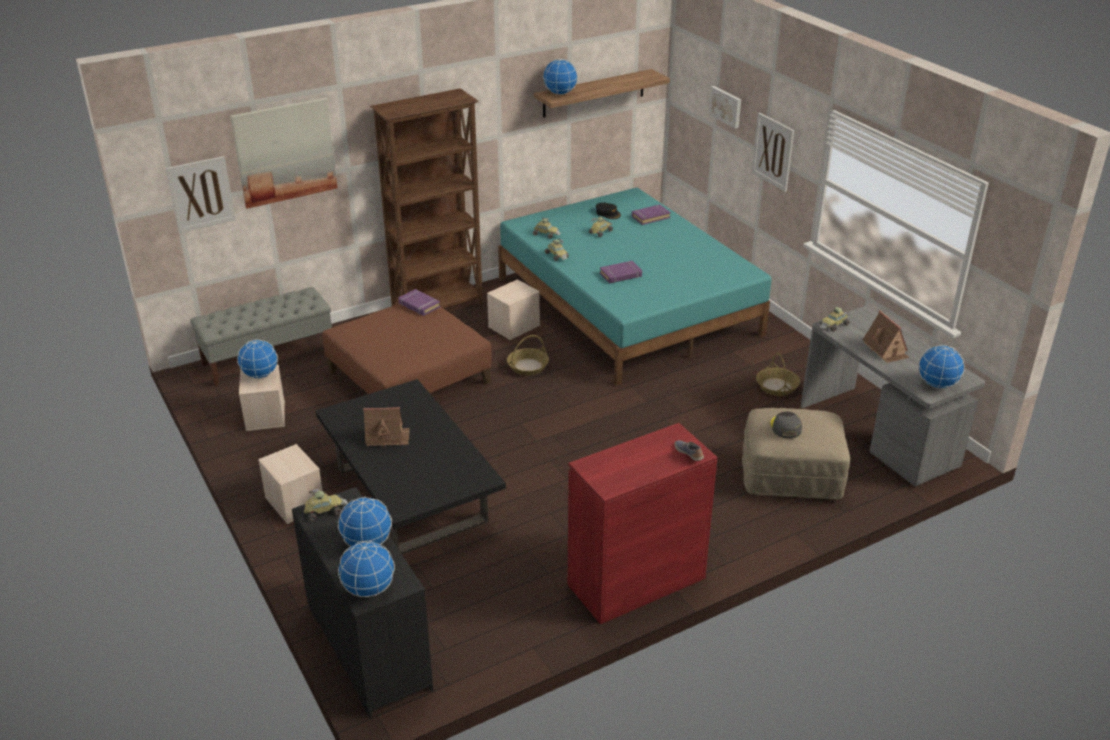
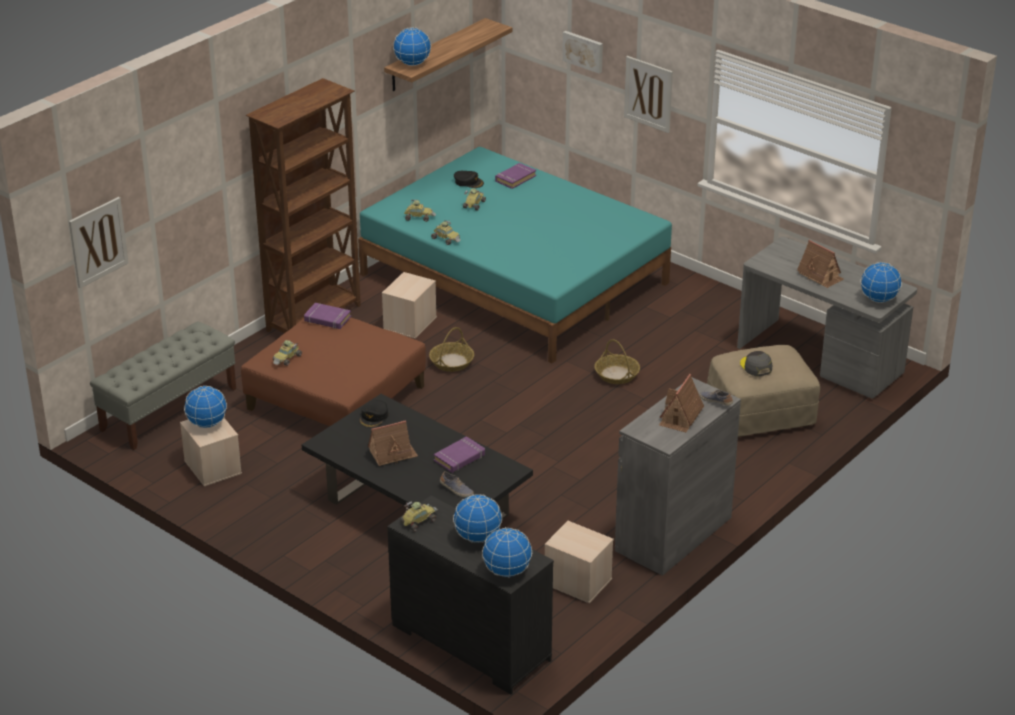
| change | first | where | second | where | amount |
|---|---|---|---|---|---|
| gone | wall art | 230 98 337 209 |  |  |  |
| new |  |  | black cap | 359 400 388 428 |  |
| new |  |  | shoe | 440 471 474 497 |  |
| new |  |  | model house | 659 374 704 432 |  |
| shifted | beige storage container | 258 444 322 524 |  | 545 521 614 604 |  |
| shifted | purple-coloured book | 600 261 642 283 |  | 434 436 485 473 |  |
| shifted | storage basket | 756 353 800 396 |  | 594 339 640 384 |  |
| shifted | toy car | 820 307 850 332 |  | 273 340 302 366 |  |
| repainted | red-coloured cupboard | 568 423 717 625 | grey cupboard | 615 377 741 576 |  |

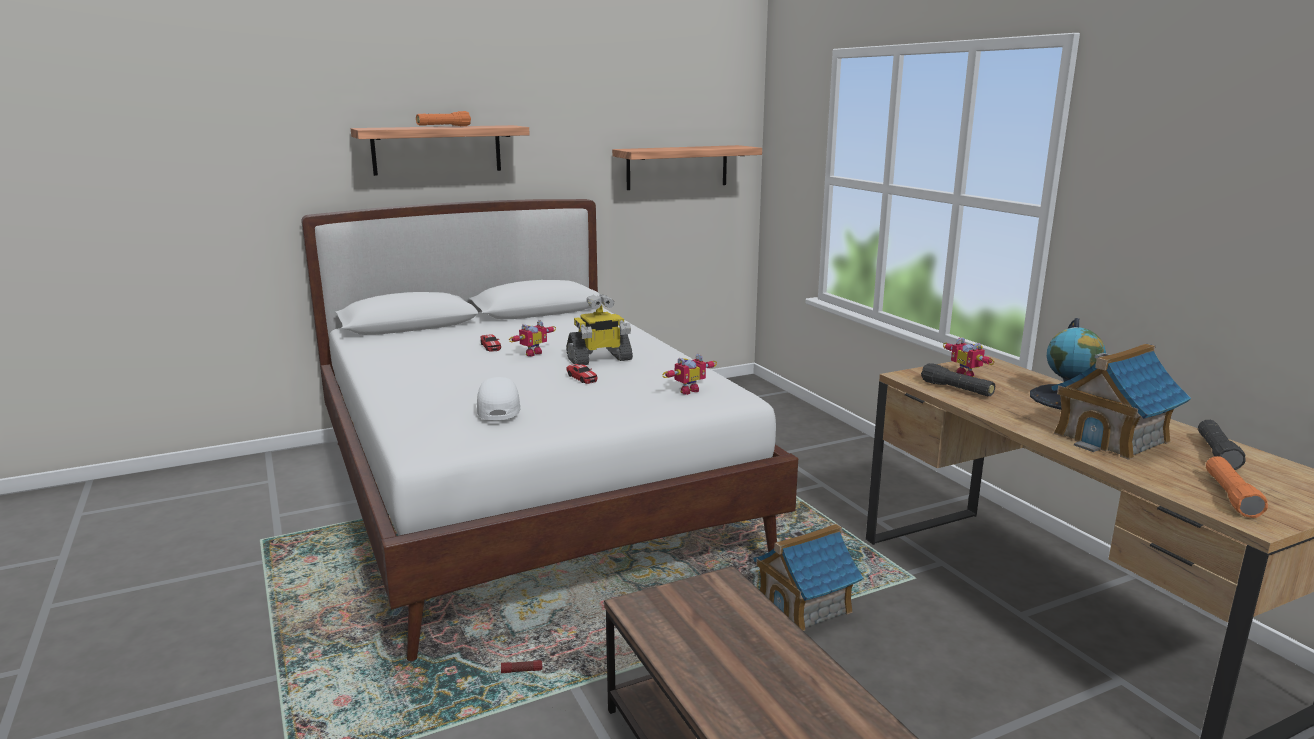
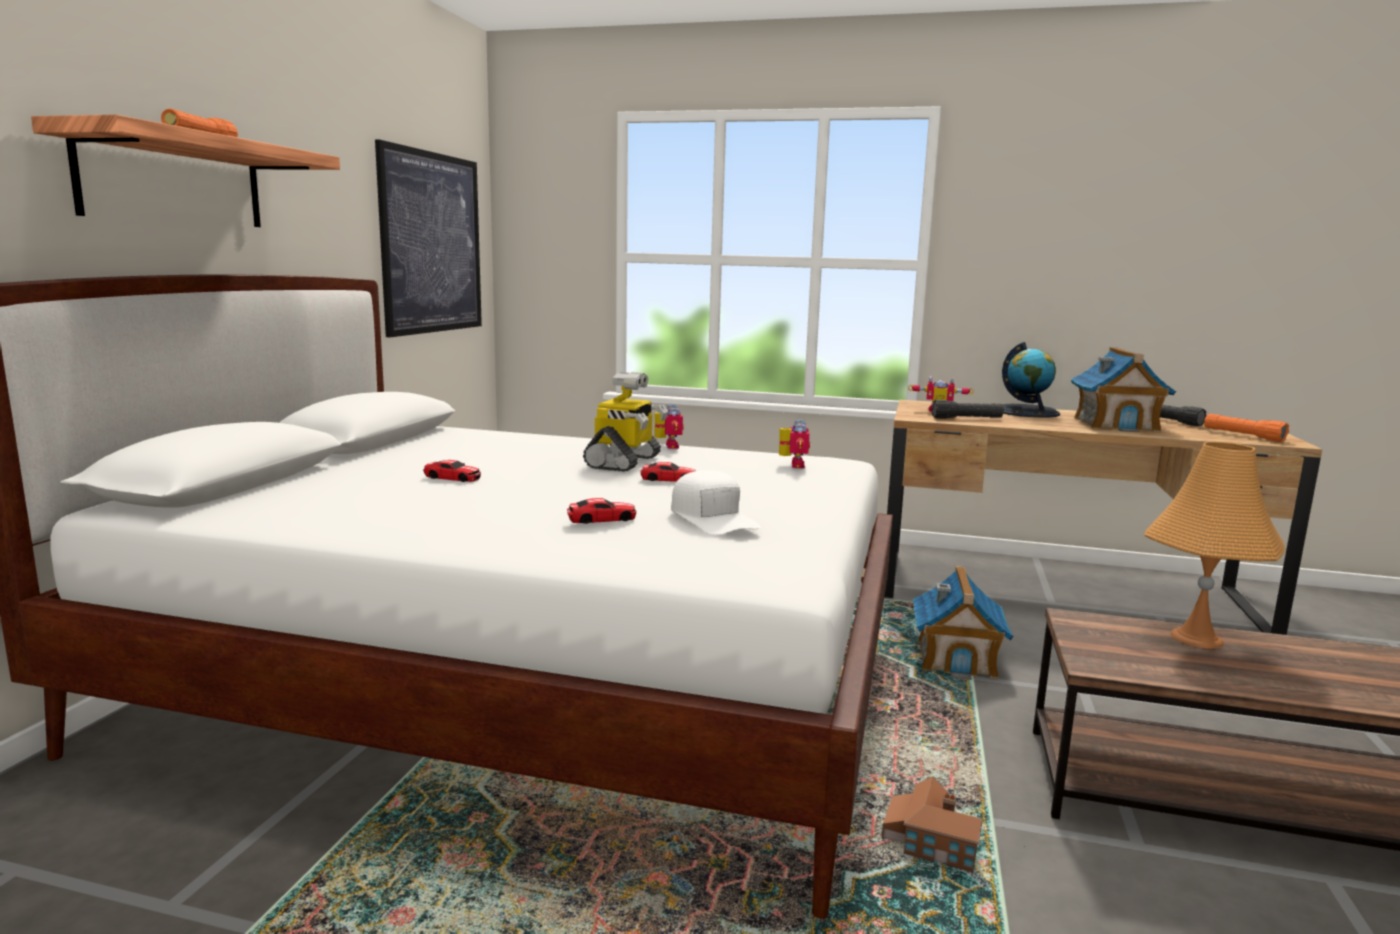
| change | first | where | second | where | amount |
|---|---|---|---|---|---|
| new |  |  | toy car | 567 498 636 524 |  |
| new |  |  | orange table lamp | 1144 442 1285 649 |  |
| shifted | robot figure | 509 320 556 357 |  | 654 404 684 449 |  |
| swapped | hand torch | 501 660 543 673 | model house | 882 776 982 872 |  |
| swapped | shelf | 612 145 762 190 | wall art | 375 139 482 337 |  |
| rotated | white cap | 477 377 521 420 |  | 671 470 761 535 | 150 degrees counterclockwise |

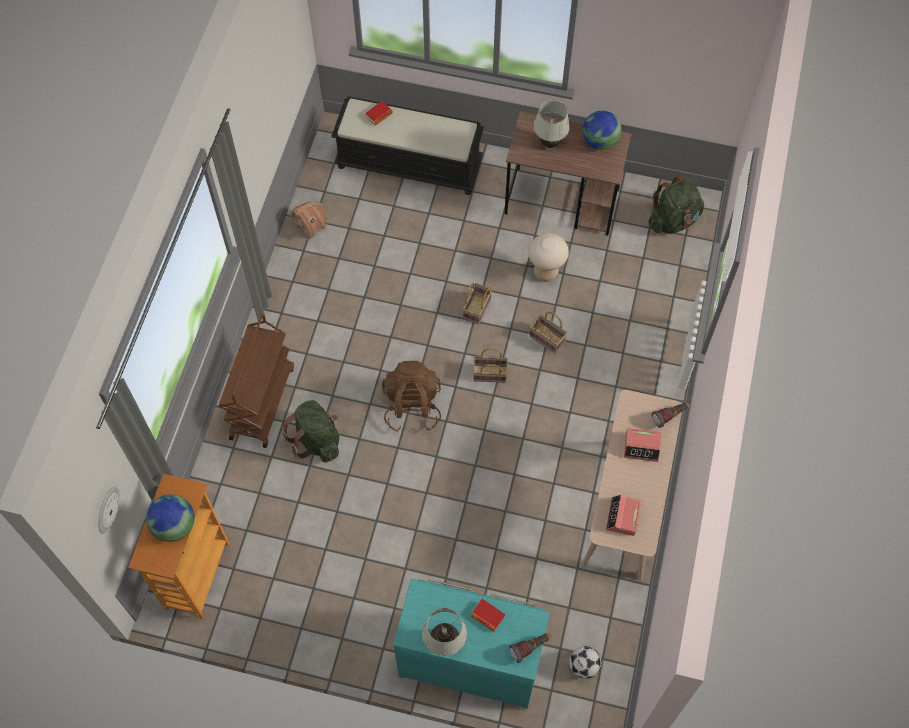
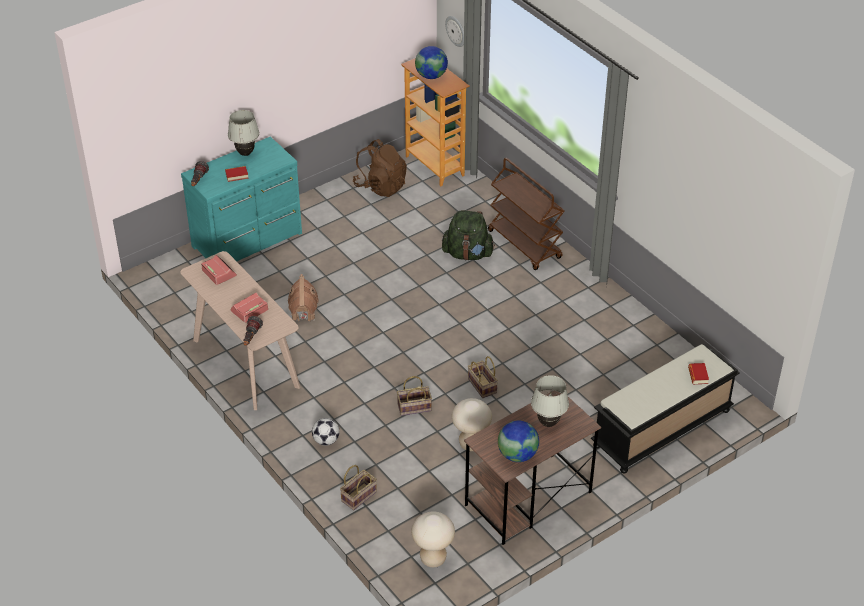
| change | first | where | second | where | amount |
|---|---|---|---|---|---|
| shifted | model house | 290 202 327 241 |  | 288 274 319 321 |  |
| shifted | brown backpack | 382 361 441 432 |  | 353 139 407 197 |  |
| shifted | storage basket | 473 348 508 383 |  | 340 465 377 510 |  |
| shifted | football ball | 569 646 601 679 |  | 312 418 340 446 |  |
| swapped | greenish backpack | 649 175 704 234 | beige sitting stool | 412 511 455 567 |  |

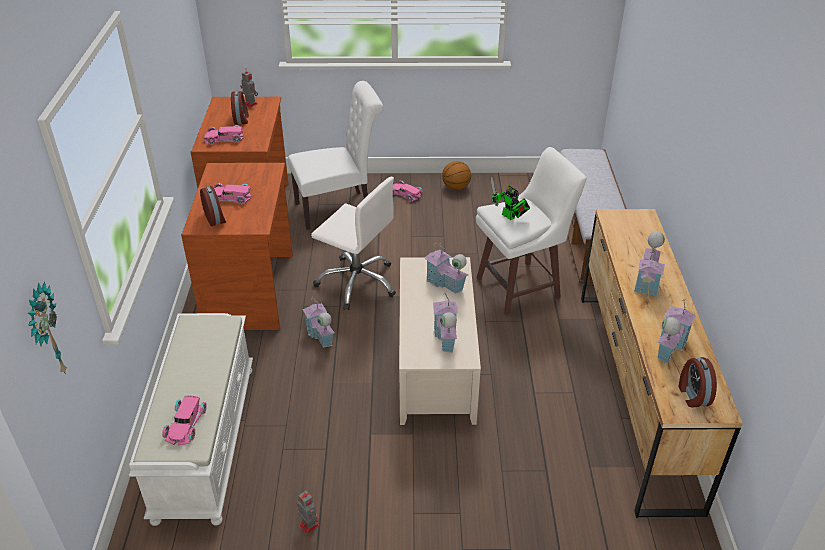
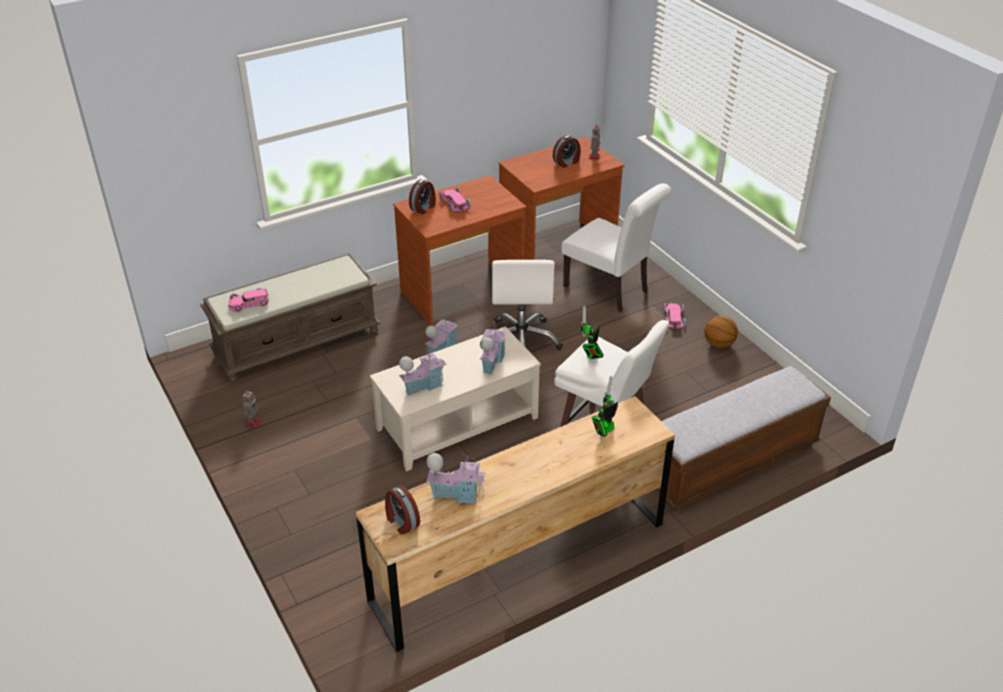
| change | first | where | second | where | amount |
|---|---|---|---|---|---|
| gone | hanging clock | 28 282 67 375 |  |  |  |
| gone | pinkish toy car | 204 125 244 145 |  |  |  |
| gone | model house | 634 231 665 299 |  |  |  |
| new |  |  | robot figure | 592 375 618 437 |  |
| repainted | white long seat | 129 313 253 526 | brown long seat | 200 253 381 382 |  |
| rotated | bedside clock | 679 357 717 407 |  | 385 485 420 535 | 90 degrees counterclockwise |

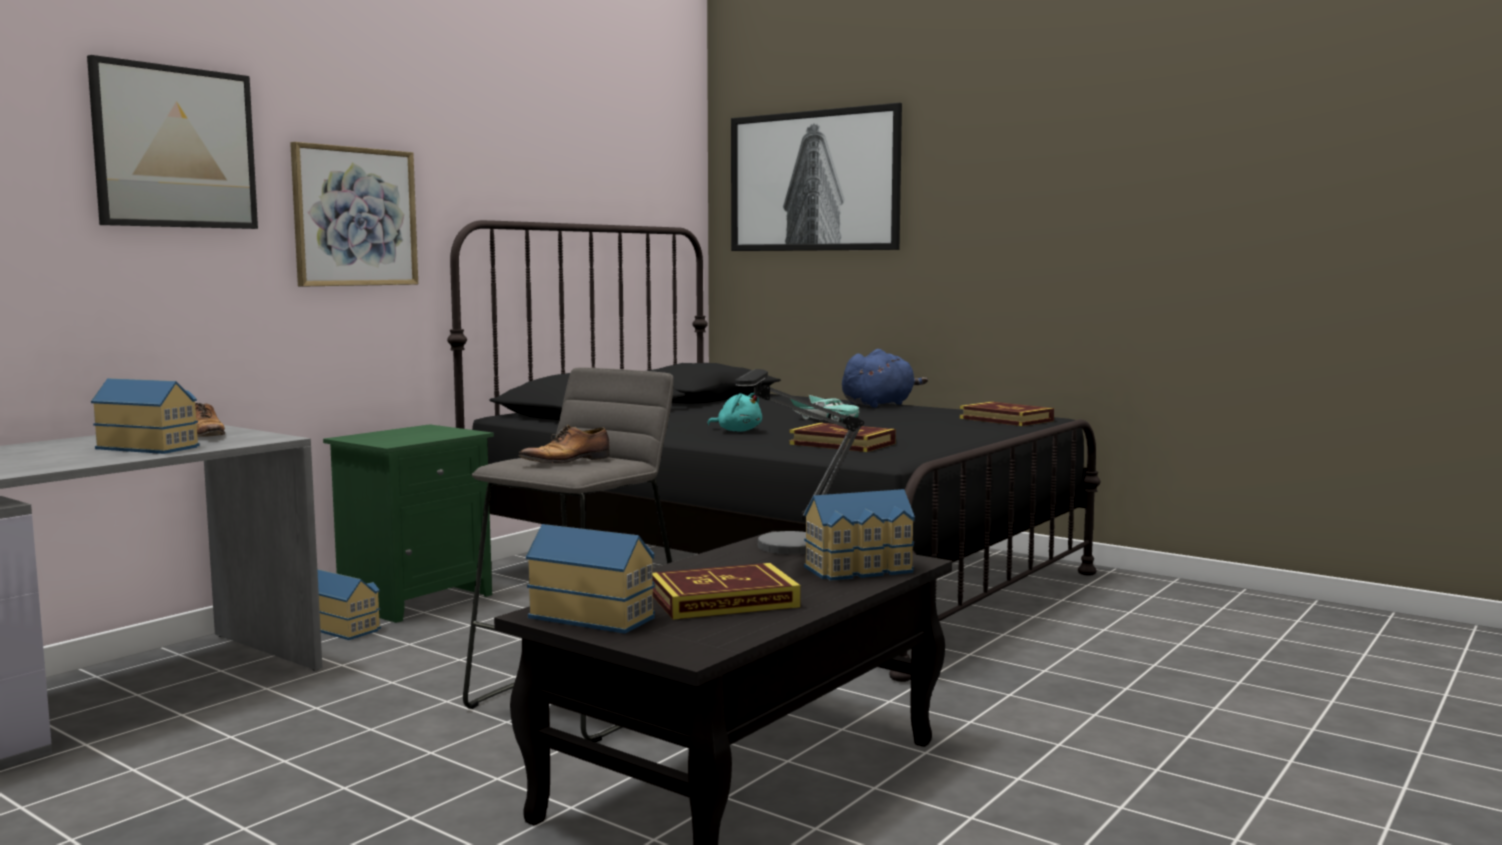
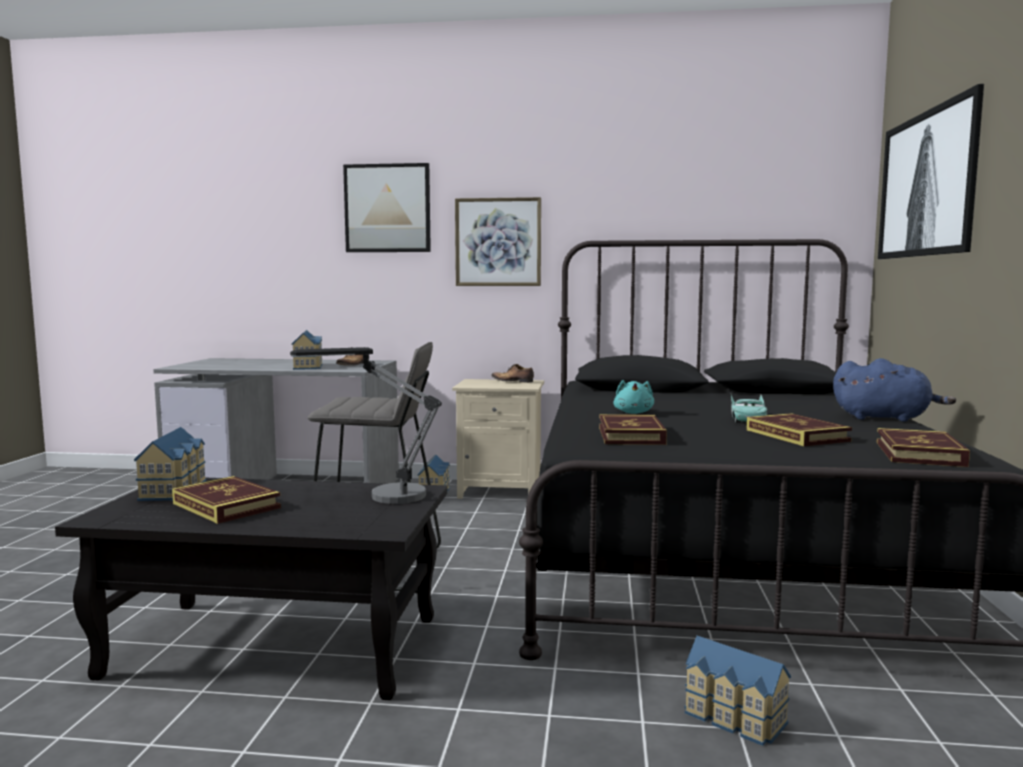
| change | first | where | second | where | amount |
|---|---|---|---|---|---|
| new |  |  | book | 747 413 852 446 |  |
| shifted | shoe | 518 425 609 463 |  | 491 364 534 383 |  |
| shifted | model house | 804 489 915 581 |  | 684 635 791 746 |  |
| repainted | greenish nightstand | 323 424 494 623 | beige nightstand | 452 379 544 499 |  |

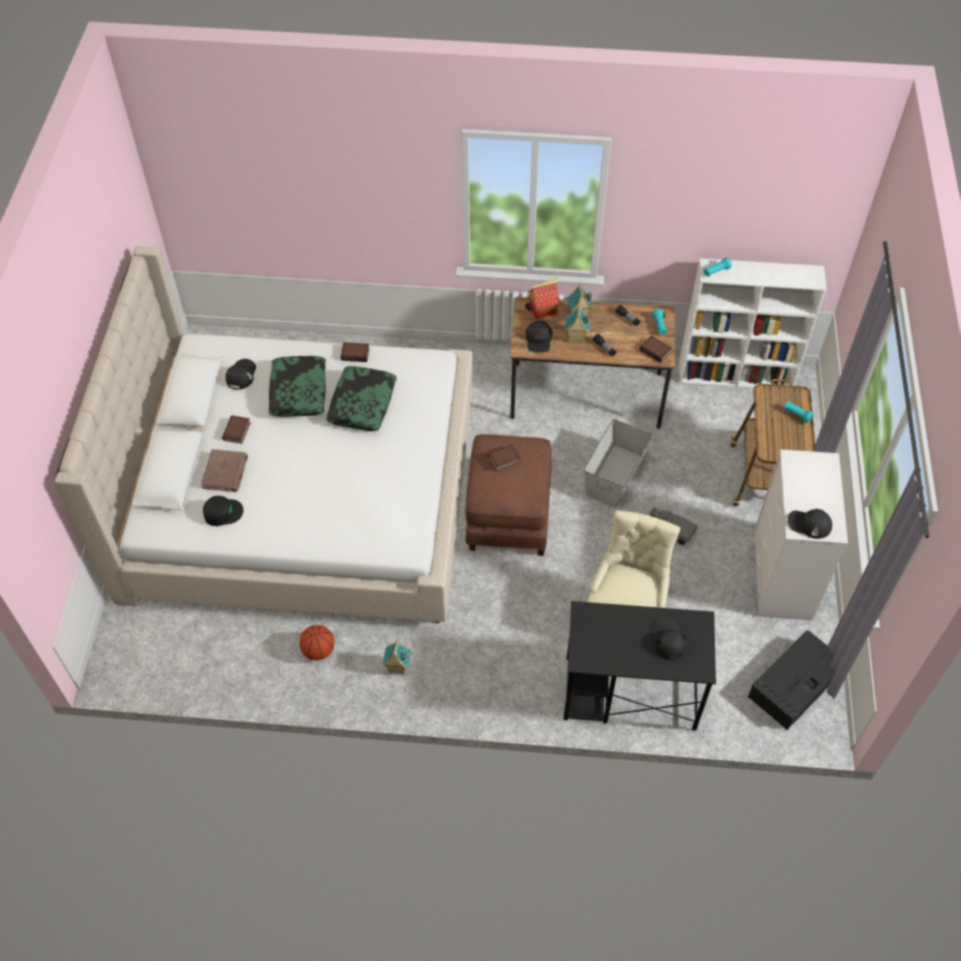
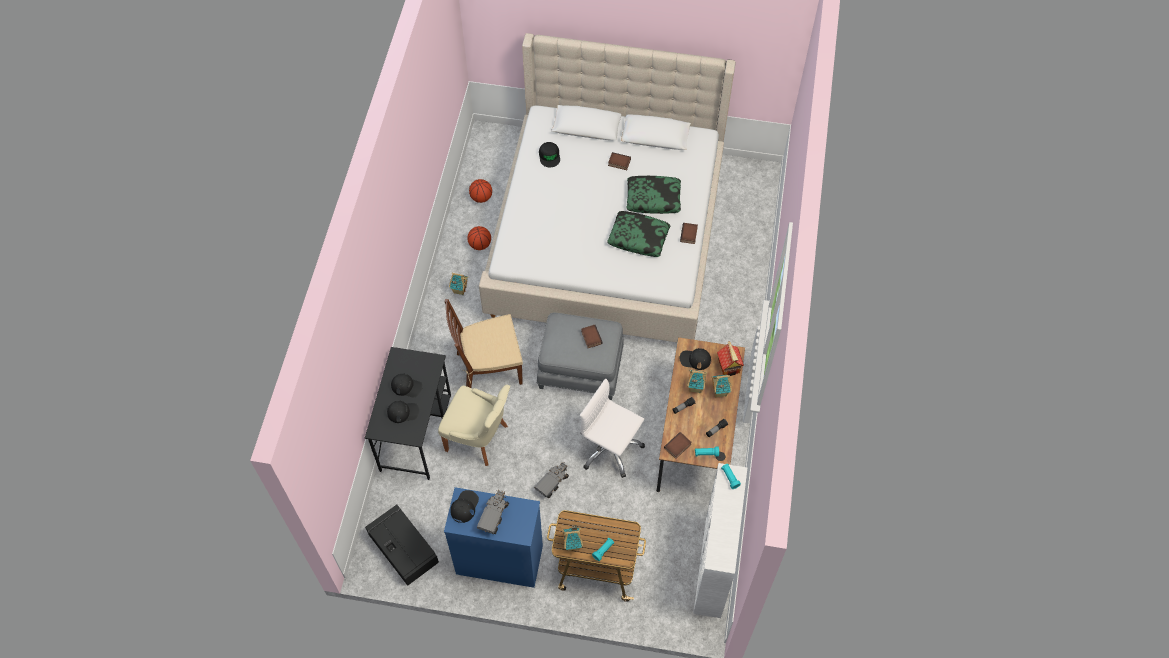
| change | first | where | second | where | amount |
|---|---|---|---|---|---|
| gone | brown book | 201 449 248 492 |  |  |  |
| new |  |  | brown plain chair | 445 299 523 388 |  |
| new |  |  | basketball | 469 179 492 203 |  |
| new |  |  | toy lorry | 477 490 509 534 |  |
| new |  |  | model house | 562 524 583 551 |  |
| shifted | black cap | 225 359 256 390 |  | 391 373 423 398 |  |
| swapped | grey storage container | 584 419 653 508 | white office chair | 580 379 645 478 |  |
| repainted | brown footrest | 465 434 551 556 | grey footrest | 537 312 624 400 |  |
| repainted | white dresser | 753 449 848 621 | blue-coloured dresser | 444 487 543 588 |  |

